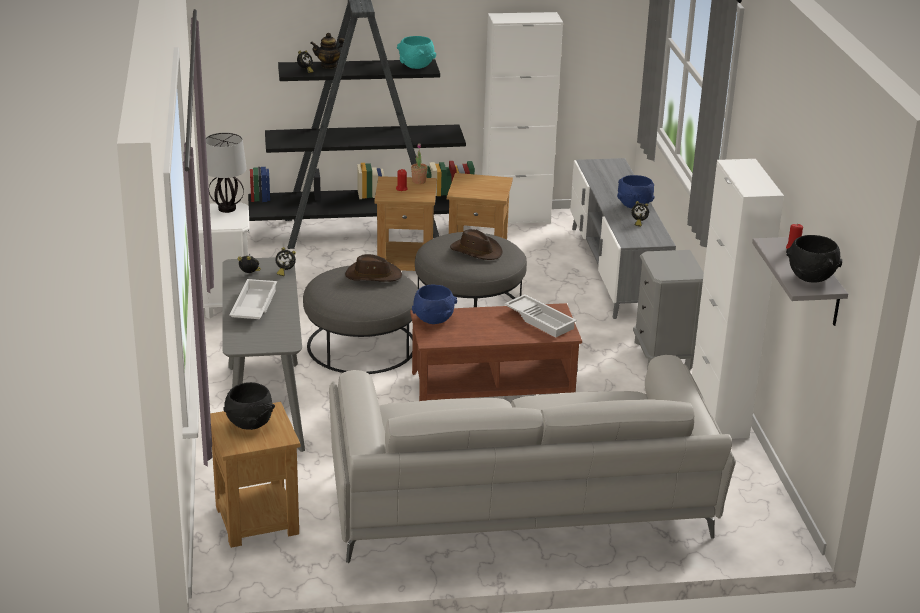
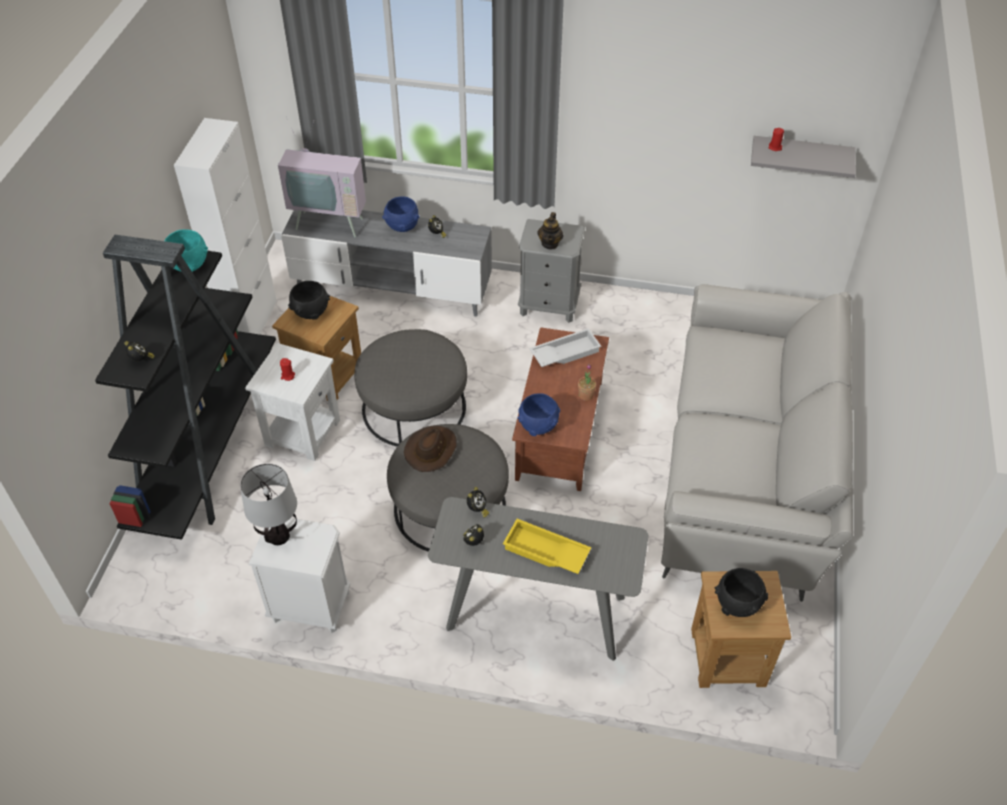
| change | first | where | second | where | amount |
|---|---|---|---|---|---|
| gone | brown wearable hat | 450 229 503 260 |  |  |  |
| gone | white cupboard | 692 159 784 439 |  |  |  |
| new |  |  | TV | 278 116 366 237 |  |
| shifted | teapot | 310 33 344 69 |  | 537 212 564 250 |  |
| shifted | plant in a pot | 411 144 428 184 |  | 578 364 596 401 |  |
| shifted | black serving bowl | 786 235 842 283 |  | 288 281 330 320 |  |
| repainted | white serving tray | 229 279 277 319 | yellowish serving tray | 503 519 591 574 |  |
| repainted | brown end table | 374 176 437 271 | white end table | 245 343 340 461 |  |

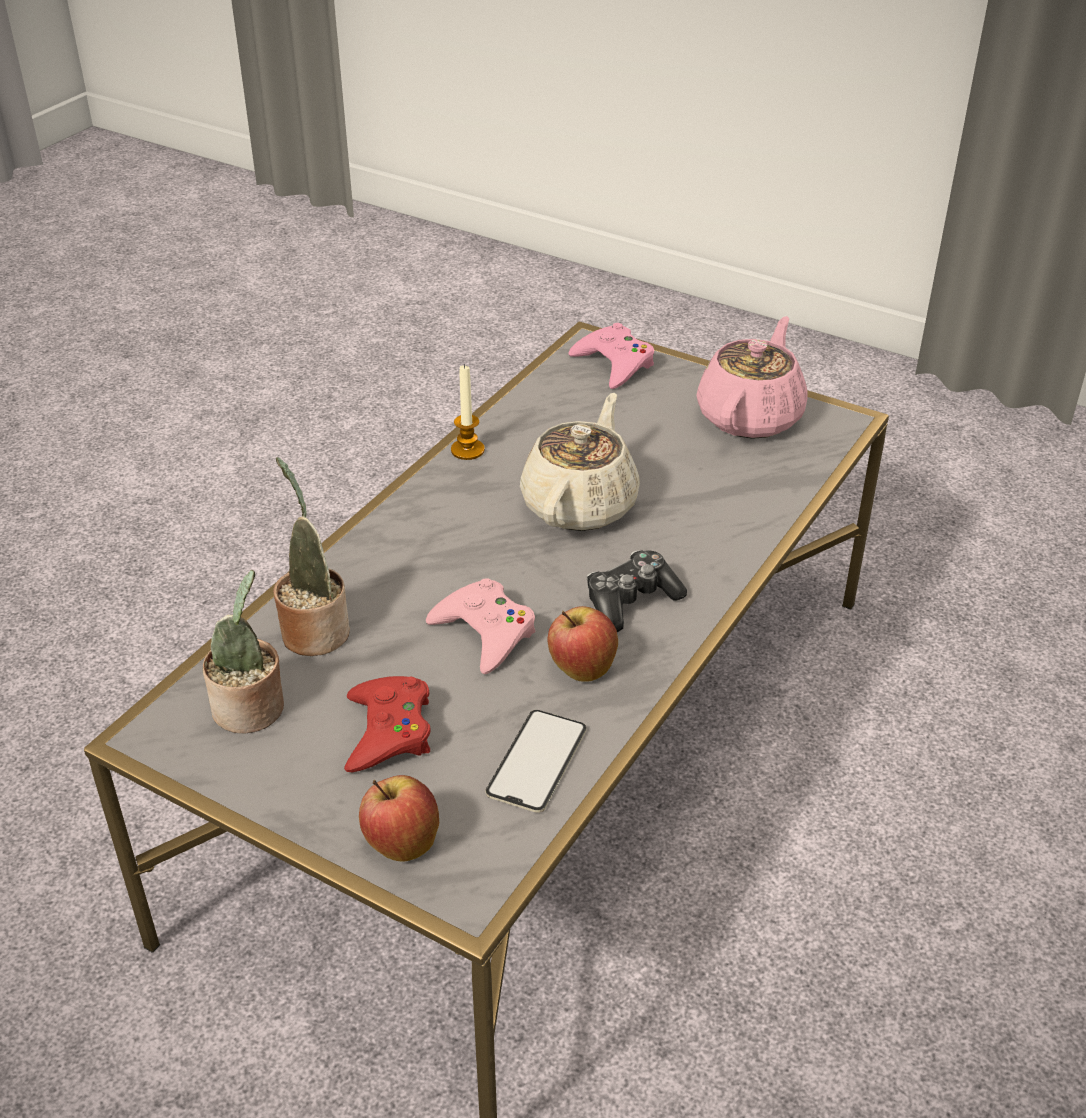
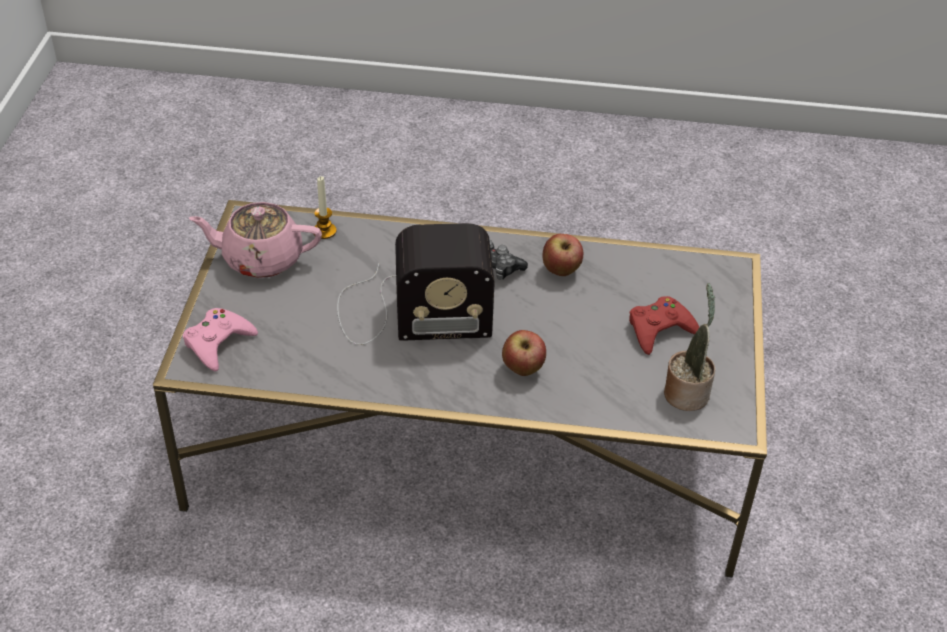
| change | first | where | second | where | amount |
|---|---|---|---|---|---|
| gone | plant in a pot | 273 457 350 656 |  |  |  |
| gone | pinkish game controller | 426 578 535 674 |  |  |  |
| gone | handset | 486 710 587 813 |  |  |  |
| shifted | apple fruit | 359 775 439 862 |  | 502 330 546 376 |  |
| shifted | wax light | 451 364 485 460 |  | 314 176 336 239 |  |
| swapped | beige teapot | 520 393 640 531 | radio set | 337 223 495 345 |  |

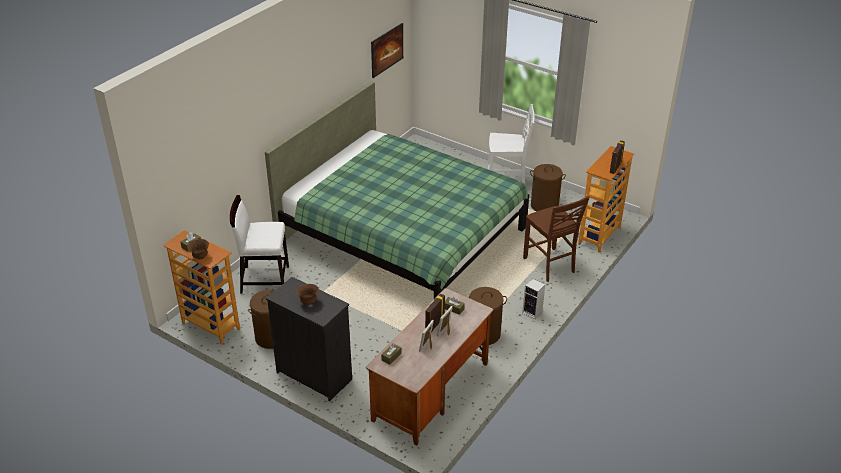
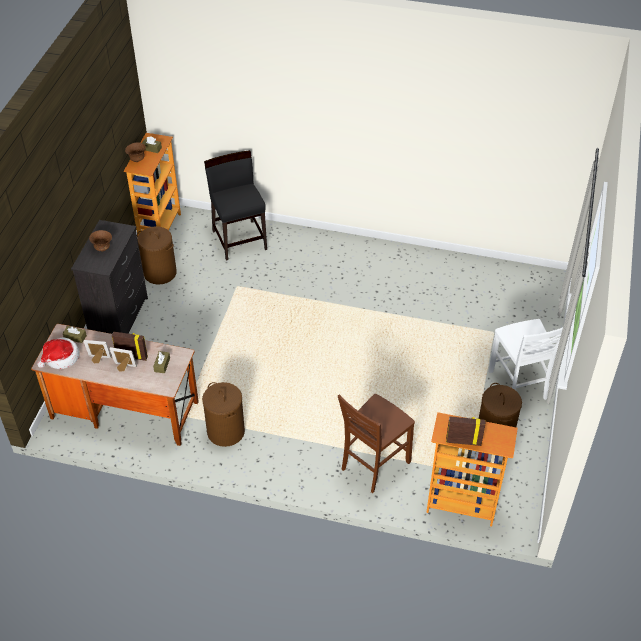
| change | first | where | second | where | amount |
|---|---|---|---|---|---|
| gone | greenish bedroom bed | 265 81 529 298 |  |  |  |
| gone | wall art | 371 23 403 78 |  |  |  |
| gone | loudspeaker | 522 278 545 319 |  |  |  |
| new |  |  | wearable hat | 37 337 80 369 |  |
| repainted | white plain chair | 230 195 289 293 | black plain chair | 204 150 267 261 |  |

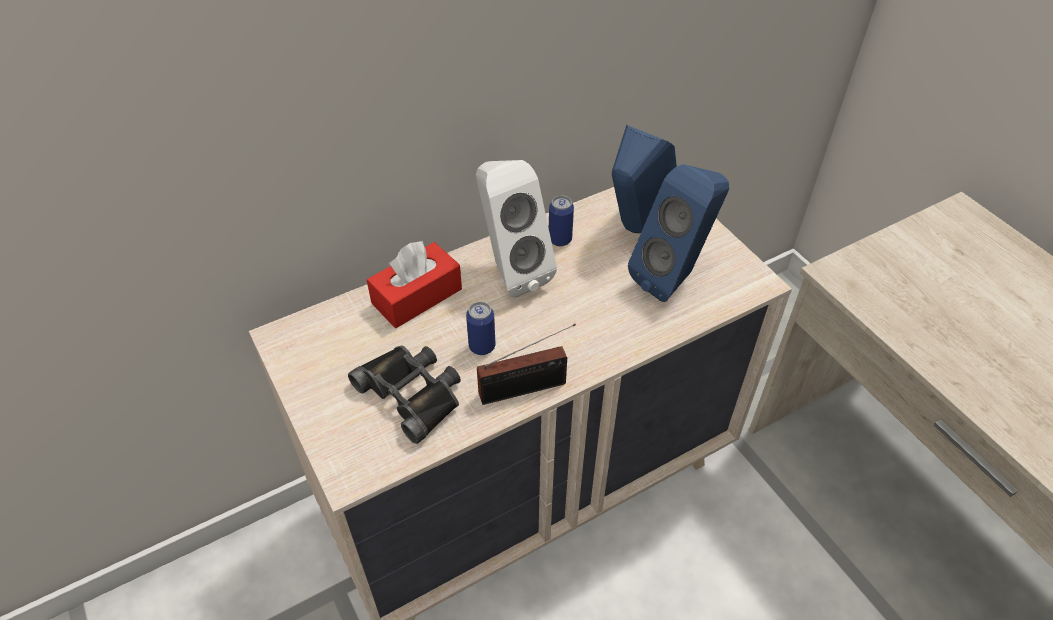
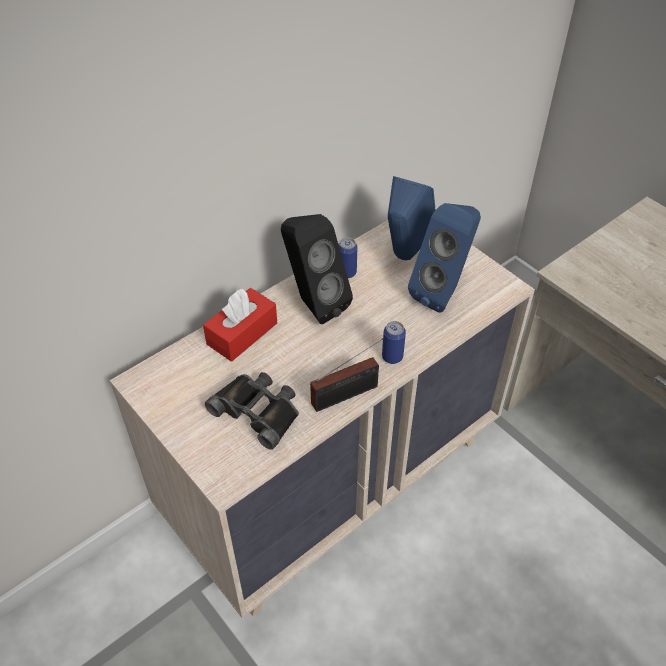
| change | first | where | second | where | amount |
|---|---|---|---|---|---|
| shifted | can | 466 301 495 355 |  | 382 321 406 364 |  |
| repainted | white loudspeaker | 476 160 557 298 | black loudspeaker | 281 214 353 324 |  |

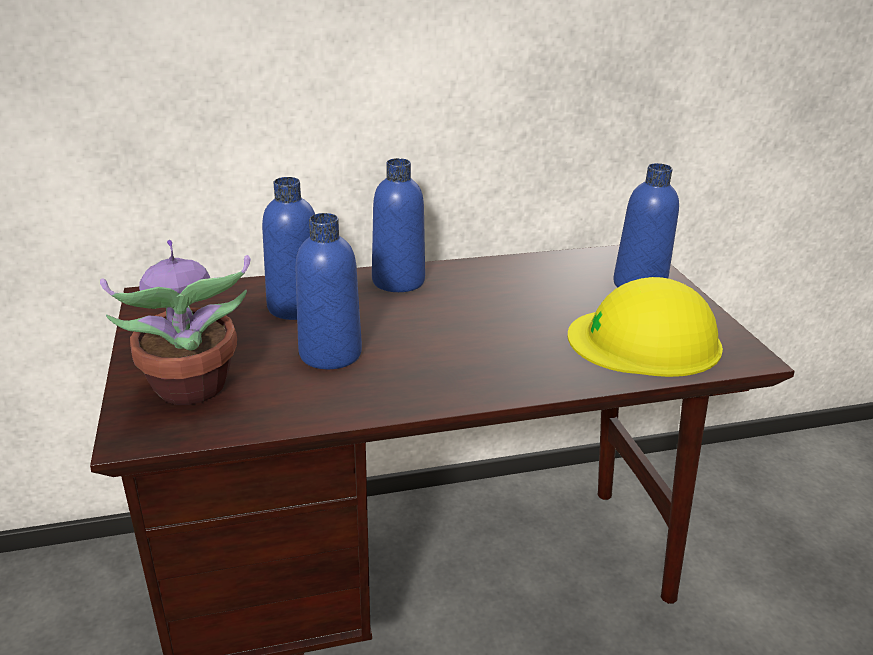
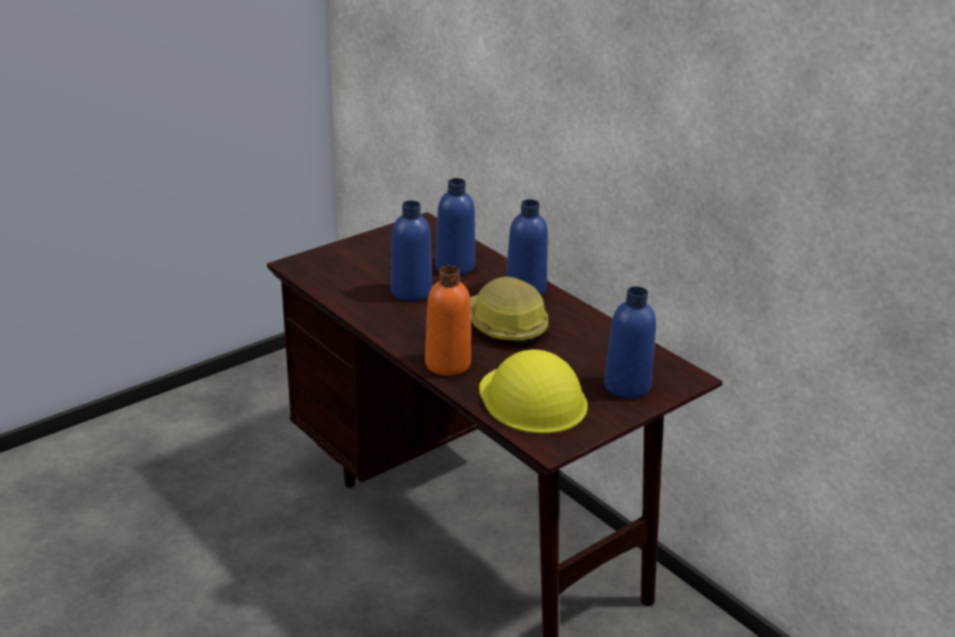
| change | first | where | second | where | amount |
|---|---|---|---|---|---|
| gone | plant in a pot | 100 240 251 405 |  |  |  |
| new |  |  | orange bottle | 425 266 471 376 |  |
| new |  |  | safety helmet | 470 277 548 344 |  |

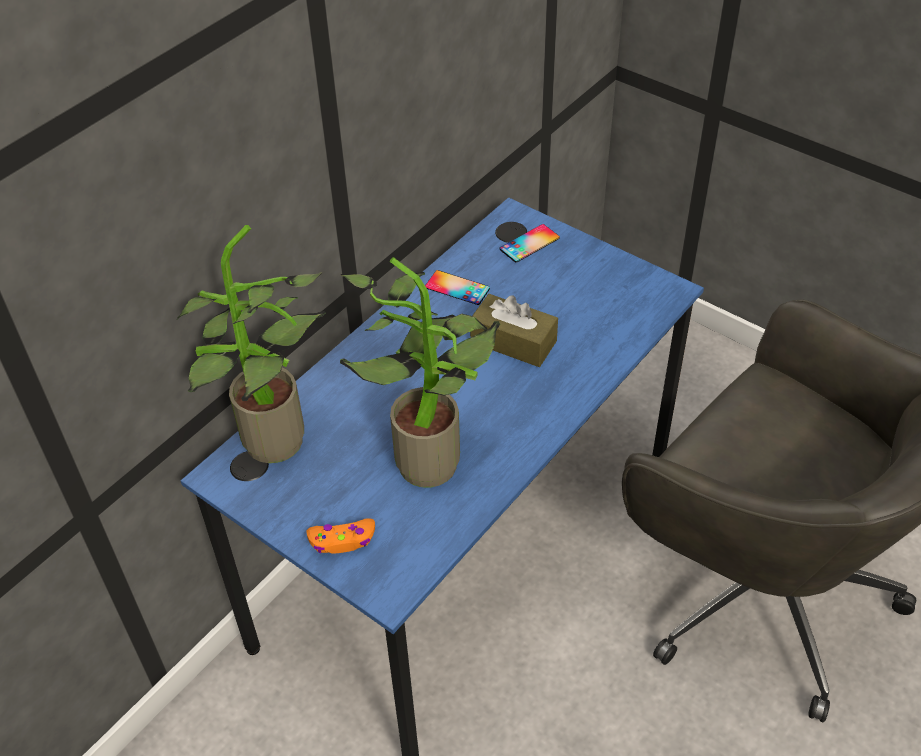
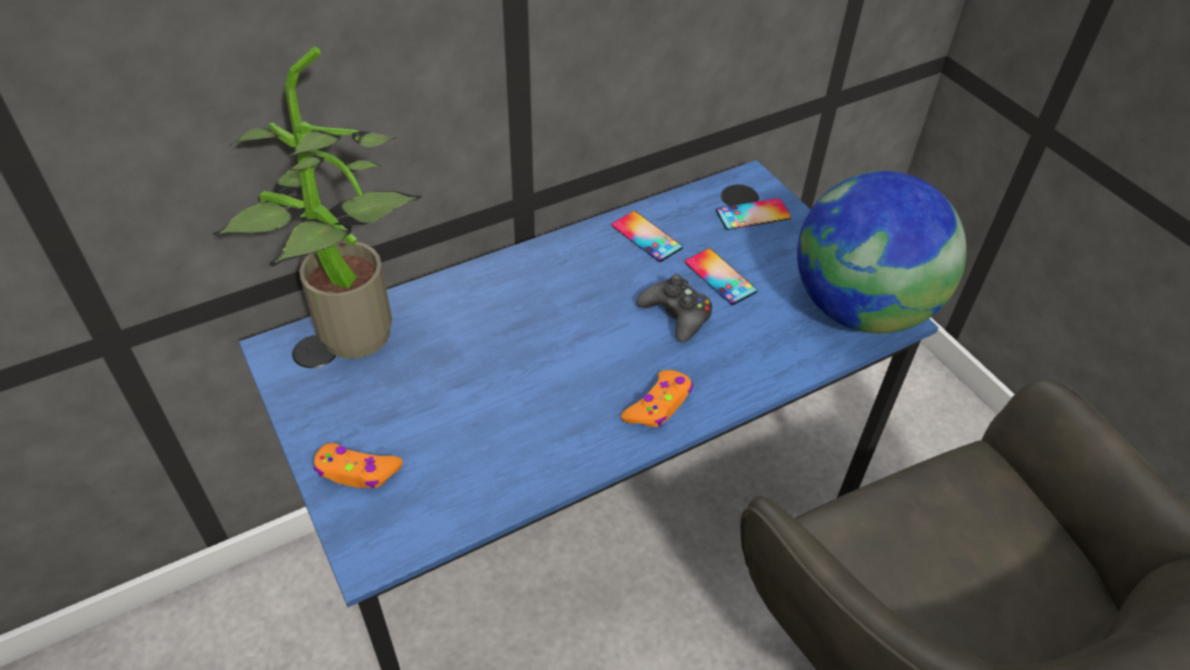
| change | first | where | second | where | amount |
|---|---|---|---|---|---|
| gone | plant in a pot | 340 257 500 488 |  |  |  |
| new |  |  | orange game controller | 621 370 693 427 |  |
| new |  |  | handset | 685 248 758 305 |  |
| new |  |  | world globe | 797 171 966 333 |  |
| swapped | brown tissue box | 470 294 558 367 | black game controller | 636 274 712 343 |  |

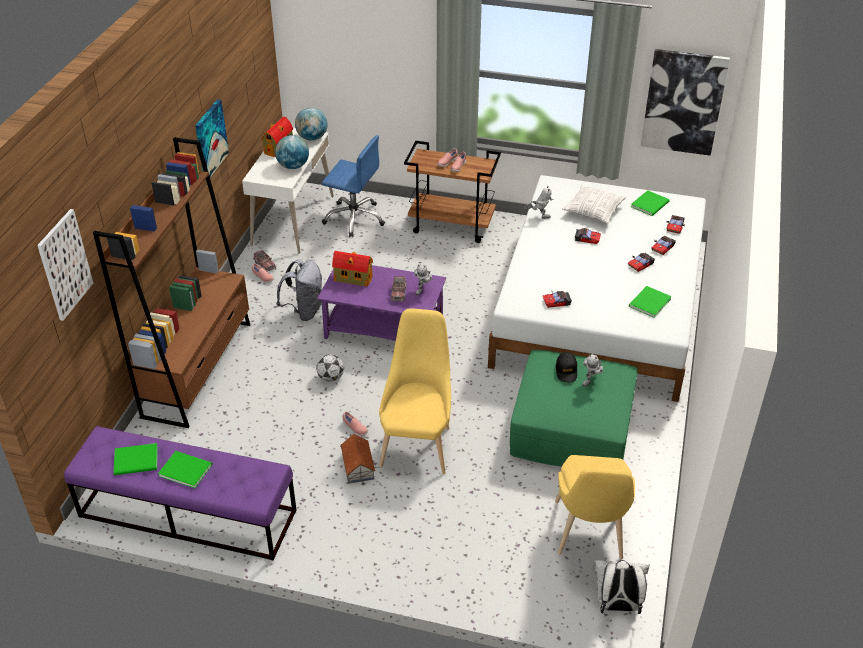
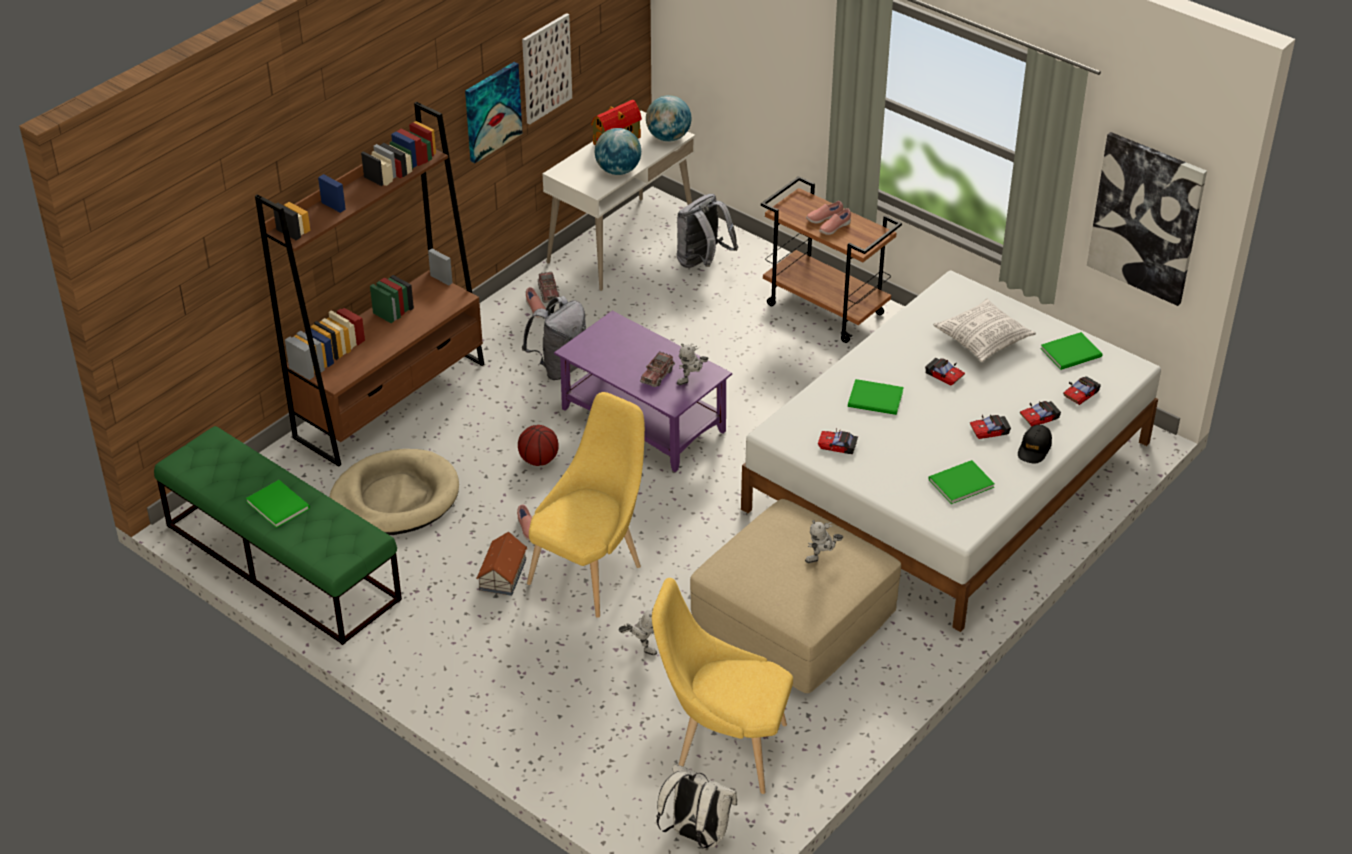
| change | first | where | second | where | amount |
|---|---|---|---|---|---|
| gone | model house | 332 251 373 286 |  |  |  |
| new |  |  | beige dog bed | 330 449 459 535 |  |
| shifted | wall art | 37 209 93 321 |  | 522 13 572 125 |  |
| shifted | greenish book | 114 443 158 475 |  | 848 379 904 415 |  |
| shifted | robot figure | 524 186 554 219 |  | 619 608 657 655 |  |
| shifted | black cap | 556 352 577 382 |  | 1018 425 1052 464 |  |
| swapped | football ball | 316 354 344 382 | basketball | 518 425 559 466 |  |
| swapped | blue-coloured office chair | 322 135 385 237 | grey backpack | 677 194 739 268 |  |
| repainted | purple-coloured long seat | 64 426 296 561 | greenish long seat | 154 426 402 645 |  |
| repainted | greenish footrest | 510 350 637 467 | beige footrest | 690 499 901 693 |  |
| rotated | yellowish plain chair | 555 455 635 559 |  | 652 578 793 794 | 75 degrees clockwise |

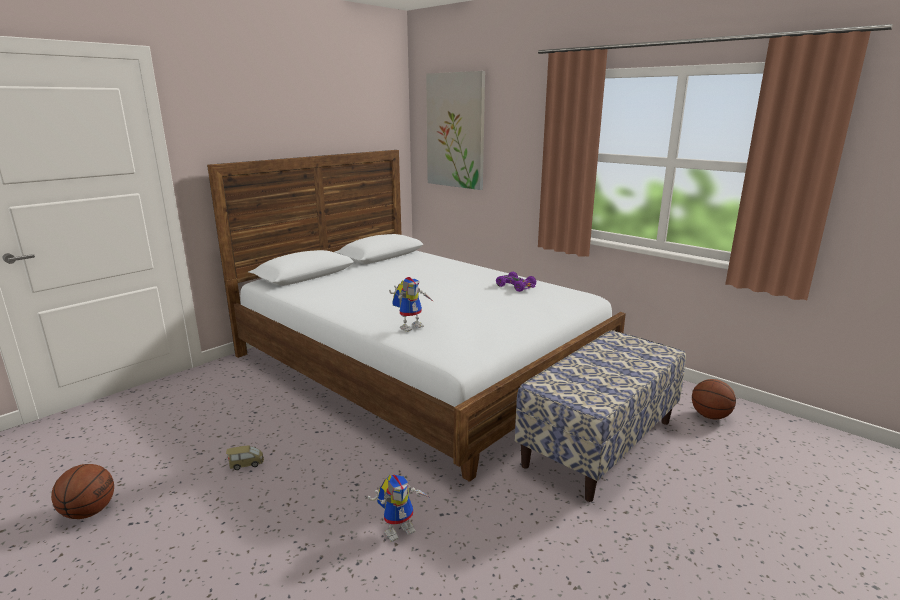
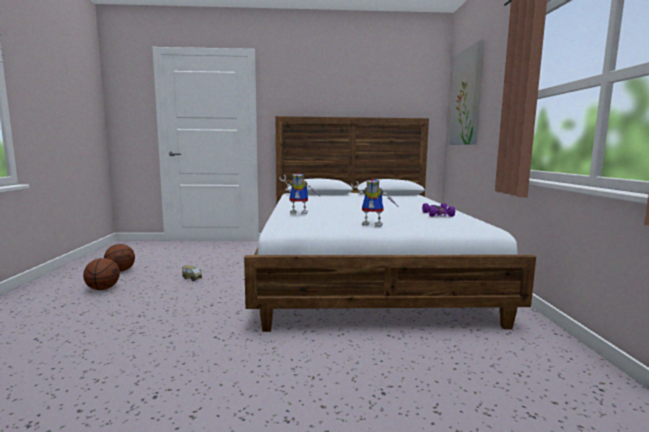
| change | first | where | second | where | amount |
|---|---|---|---|---|---|
| gone | long seat | 515 330 686 502 |  |  |  |
| shifted | robot figure | 368 474 431 542 |  | 351 177 398 226 |  |
| shifted | basketball | 692 379 736 419 |  | 83 258 120 290 |  |

